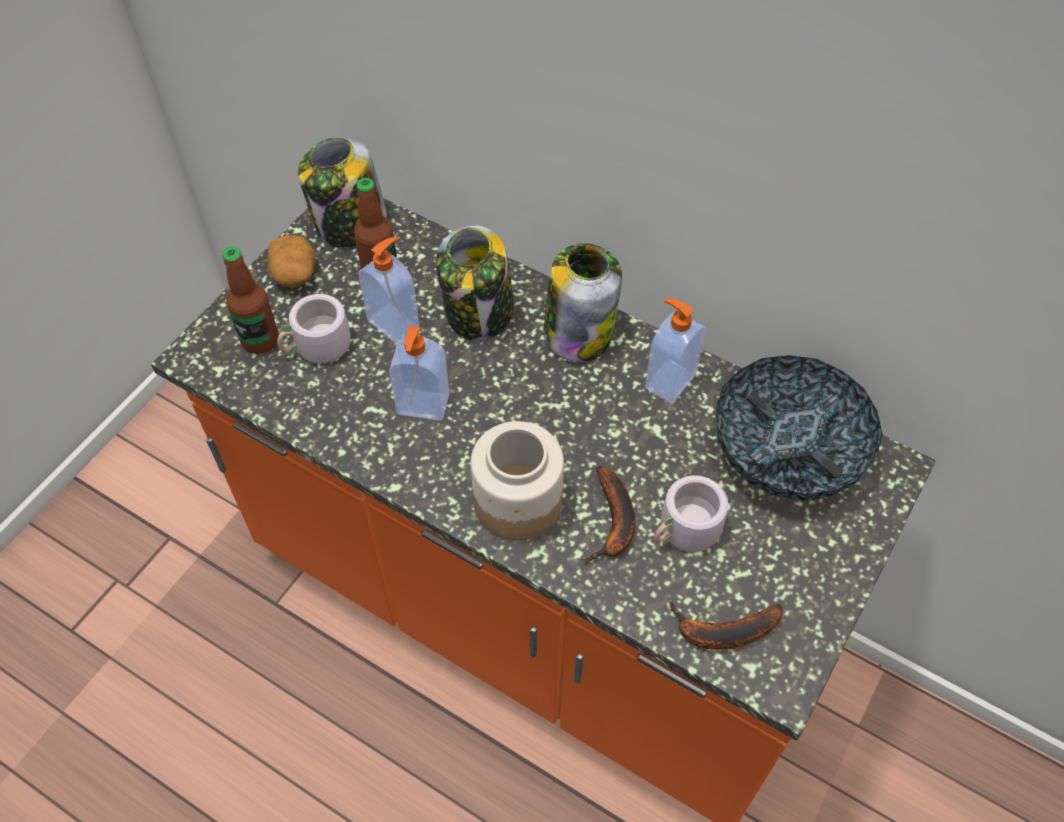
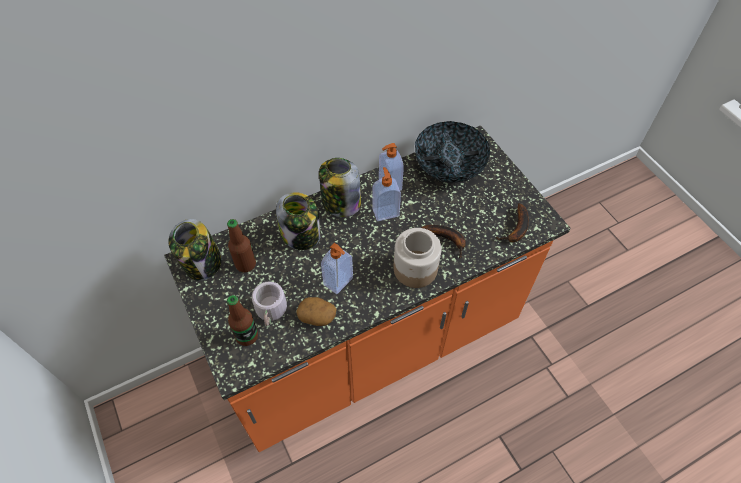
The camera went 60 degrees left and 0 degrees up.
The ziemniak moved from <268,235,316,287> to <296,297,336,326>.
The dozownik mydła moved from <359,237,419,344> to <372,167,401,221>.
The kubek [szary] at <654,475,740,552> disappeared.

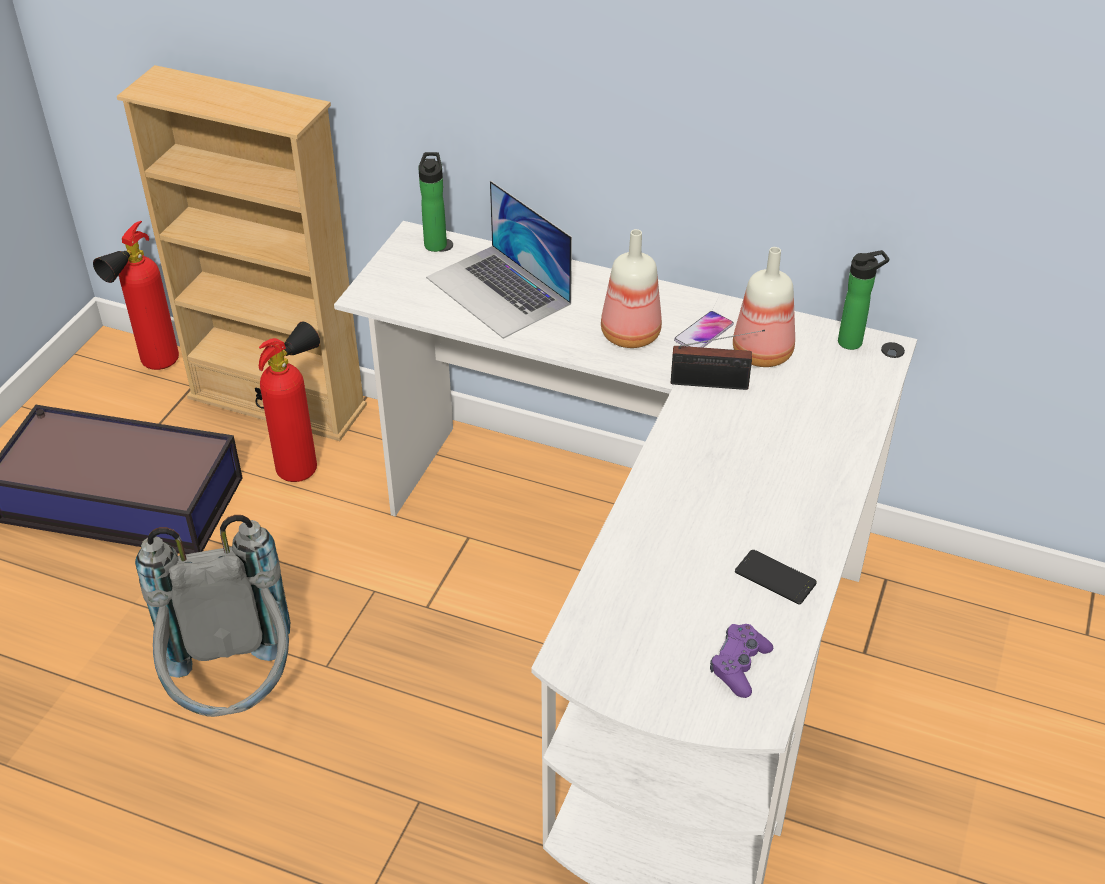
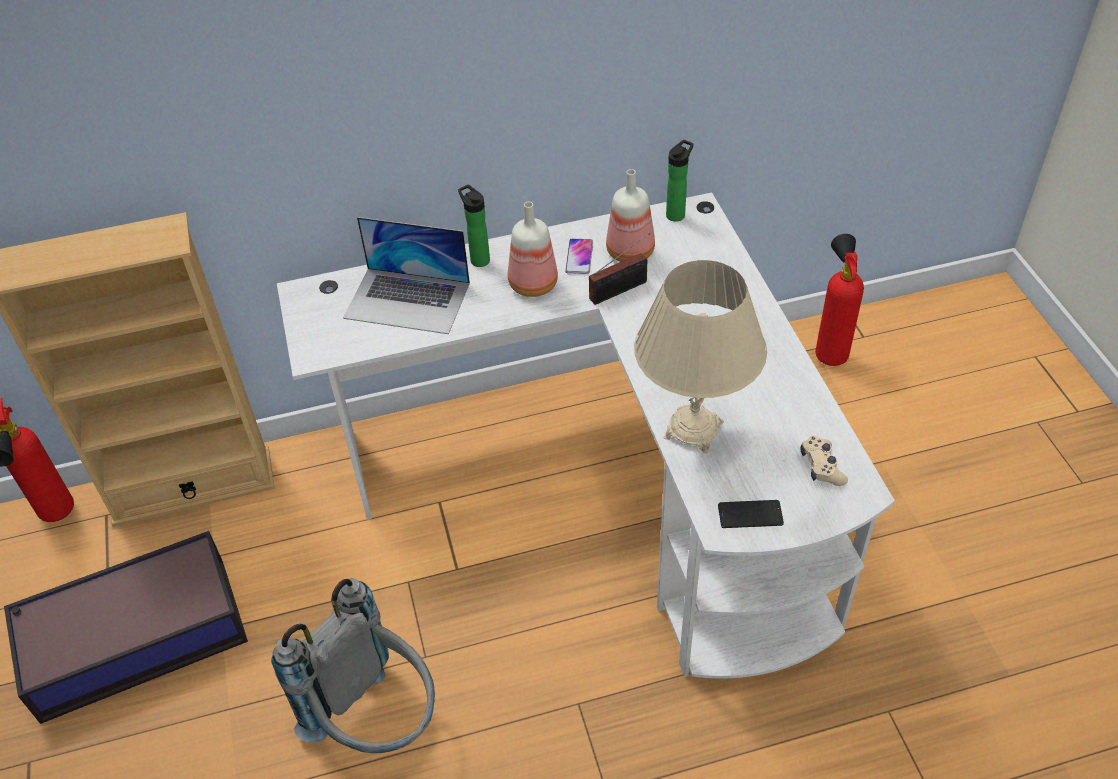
The camera went 35 degrees left and 5 degrees up.
The butelka moved from <418,152,447,252> to <458,185,490,267>.
The lampa stołowa [beżowy] at <634,260,767,453> appeared.
The telefon moved from <735,550,817,604> to <718,500,784,528>.
The pad do gier [fioletowy] at <710,624,773,698> became the pad do gier [beżowy] at <800,436,848,486>.
The gaśnica moved from <259,322,320,482> to <815,234,864,366>.

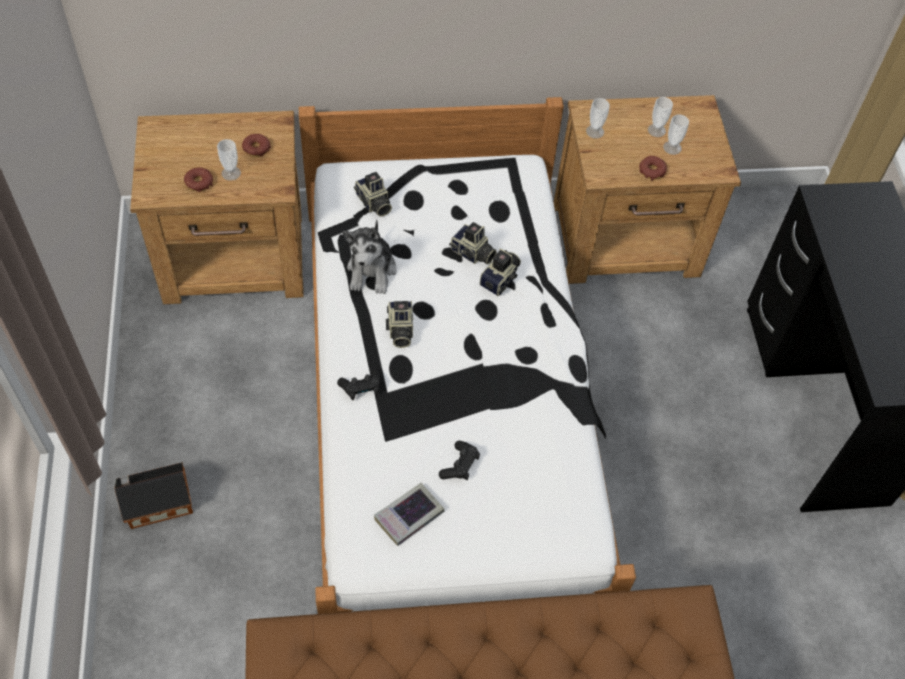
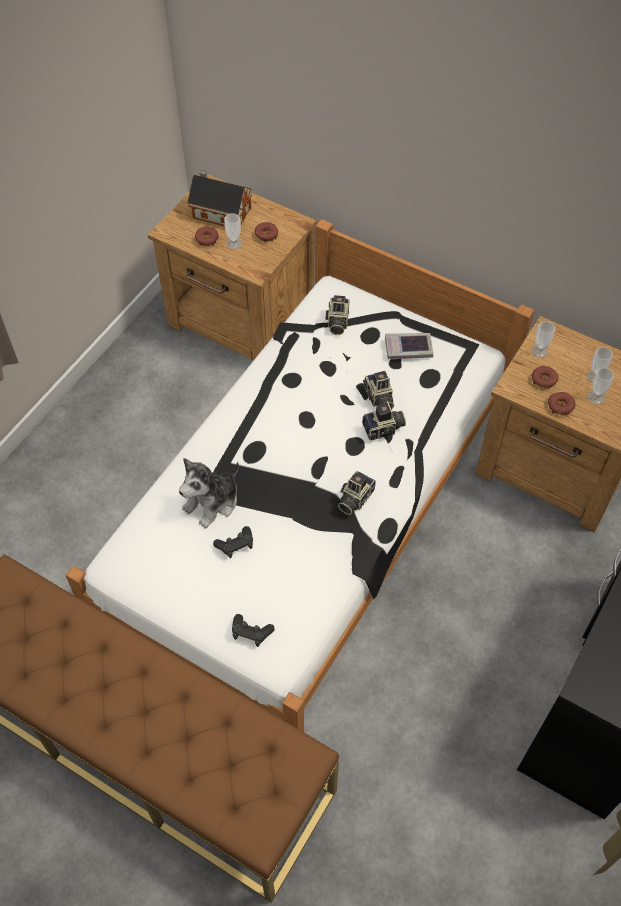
The camera went 40 degrees right and 0 degrees up.
The pluszak moved from <343,220,397,294> to <179,458,239,528>.
The domek moved from <115,462,193,529> to <187,169,252,226>.
The pad do gier [czarny] moved from <337,370,381,400> to <232,614,275,647>.
The aparat fotograficzny moved from <386,301,414,348> to <338,471,376,515>.
The książka moved from <374,483,444,546> to <385,333,433,359>.
The donut at <532,366,559,389> appeared.

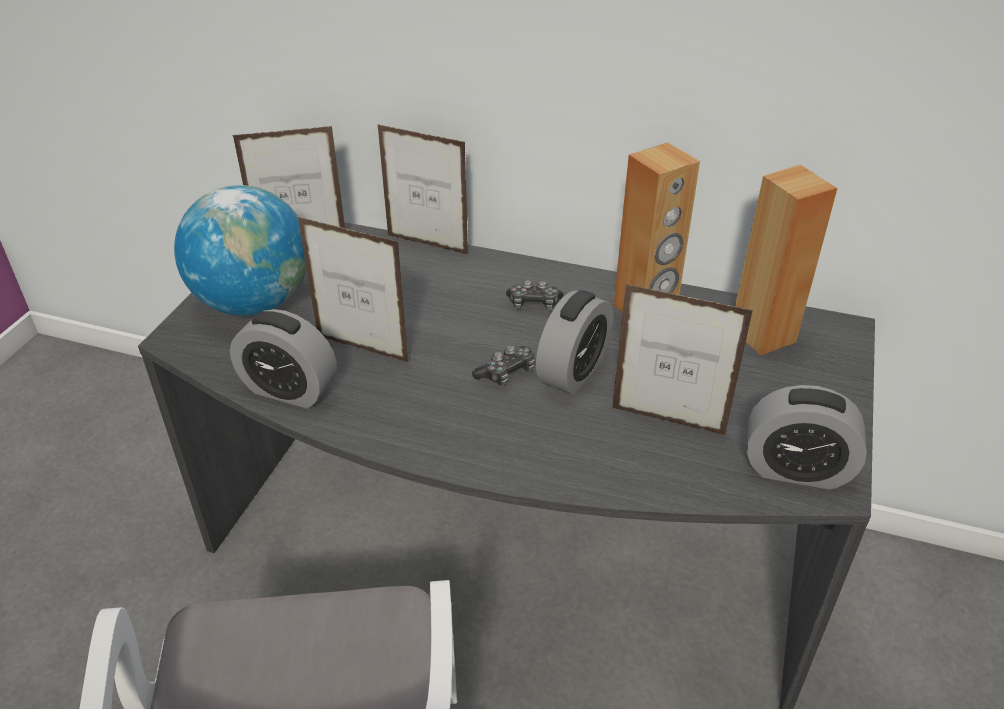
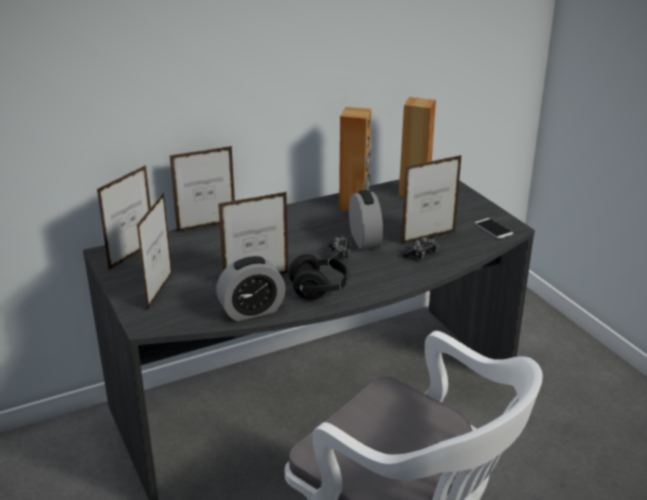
The camera went 45 degrees left and 10 degrees down.
The globus at <174,185,307,316> was replaced by the ramka na zdjęcie at <137,192,172,310>.
The słuchawki [czarny] at <289,254,349,300> appeared.
The pad do gier moved from <506,280,564,310> to <402,237,439,260>.
The budzik at <747,385,867,490> was replaced by the telefon at <475,218,513,239>.

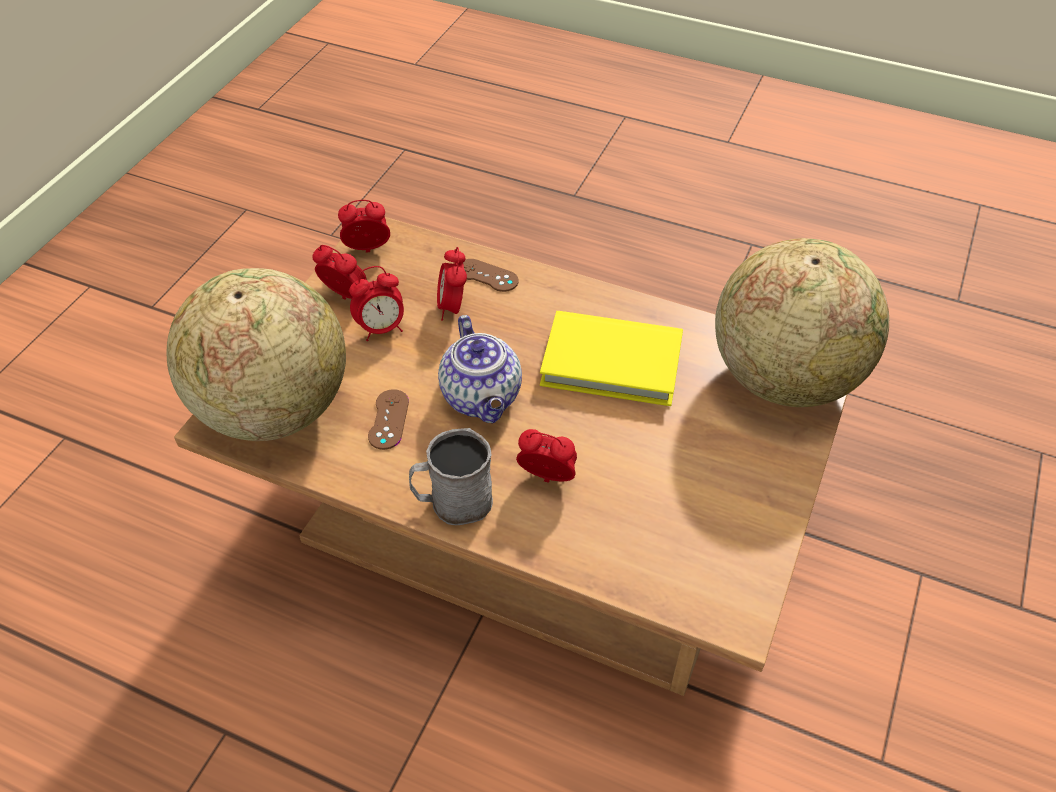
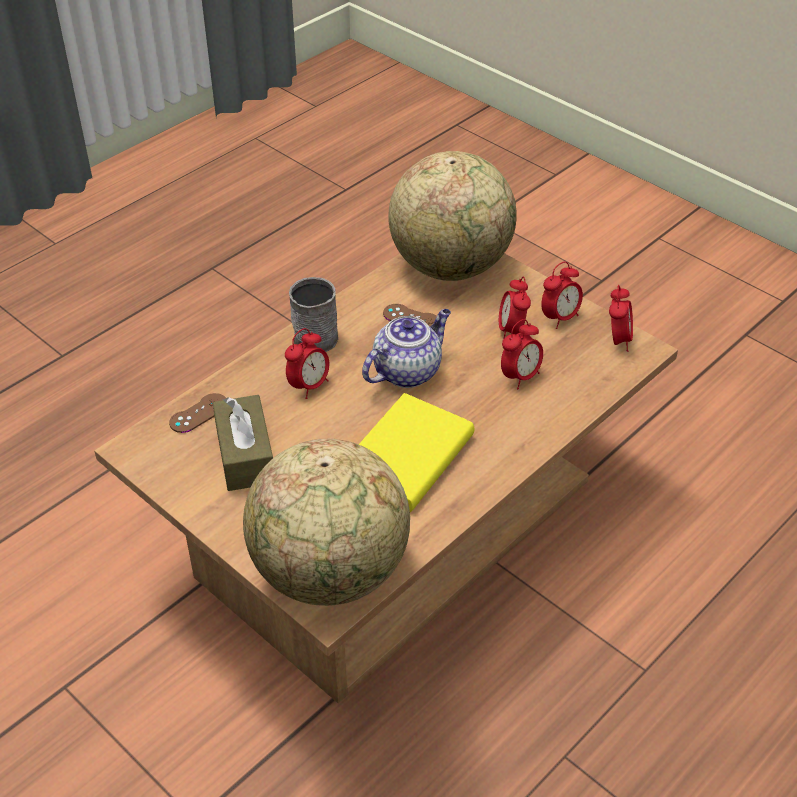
The camera went 110 degrees right and 5 degrees down.
The pad do gier [brązowy] moved from <463,259,519,292> to <169,393,226,433>.
The pudełko chusteczek [brązowy] at <213,395,273,491> appeared.
The imbryk at <438,315,522,423> turned 135 degrees clockwise.
The budzik at <437,247,467,321> turned 120 degrees clockwise.

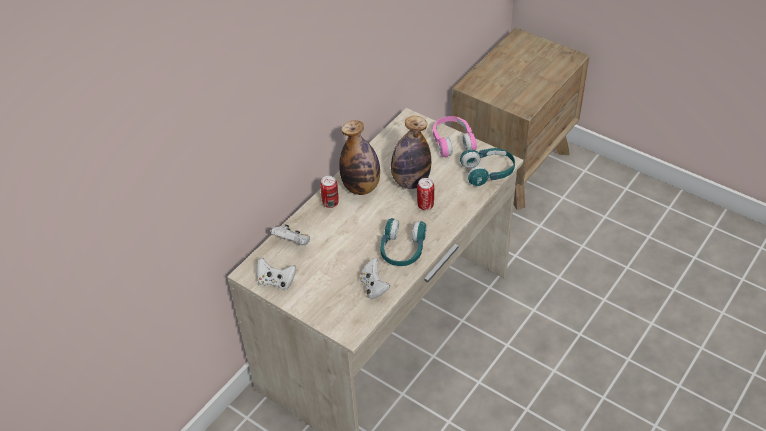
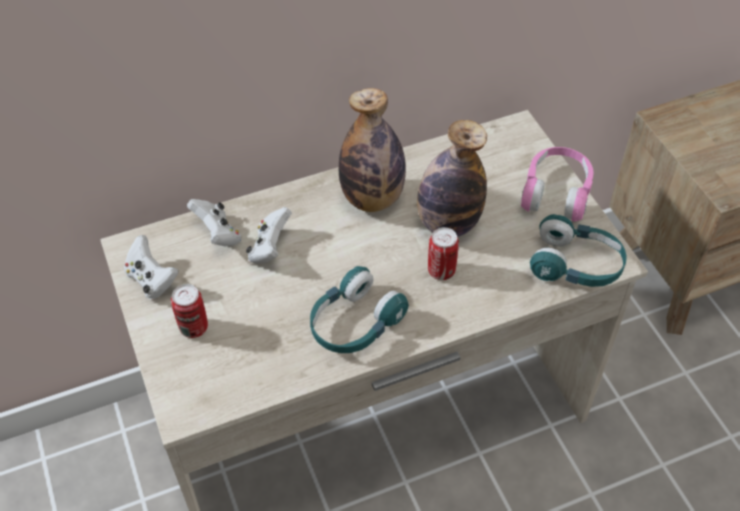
The camera went 30 degrees right and 5 degrees up.
The puszka moved from <320,176,339,208> to <171,284,208,338>.
The pad do gier [biały] moved from <359,258,390,299> to <246,207,292,264>.

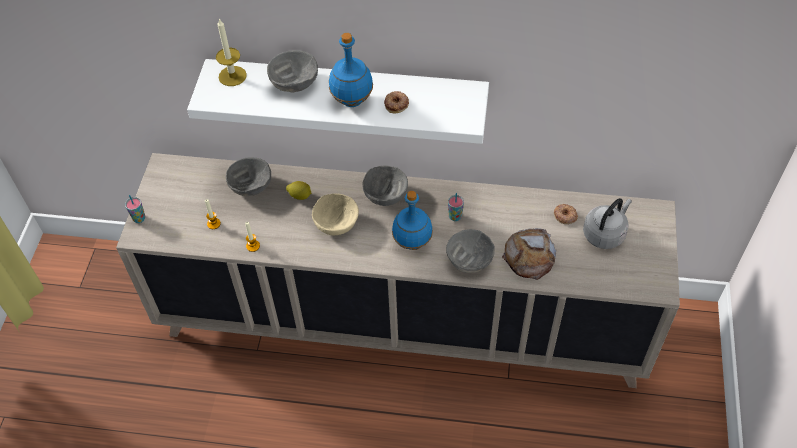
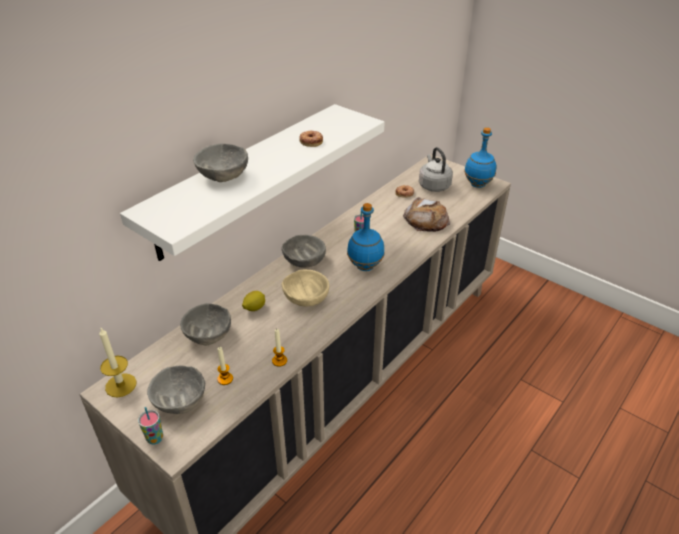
The camera went 60 degrees left and 15 degrees down.
The świeca moved from <216,19,247,86> to <99,328,136,397>.
The miska [szary] moved from <446,229,495,273> to <147,365,205,414>.
The butelka [niebieski] moved from <329,33,373,107> to <464,127,496,188>.

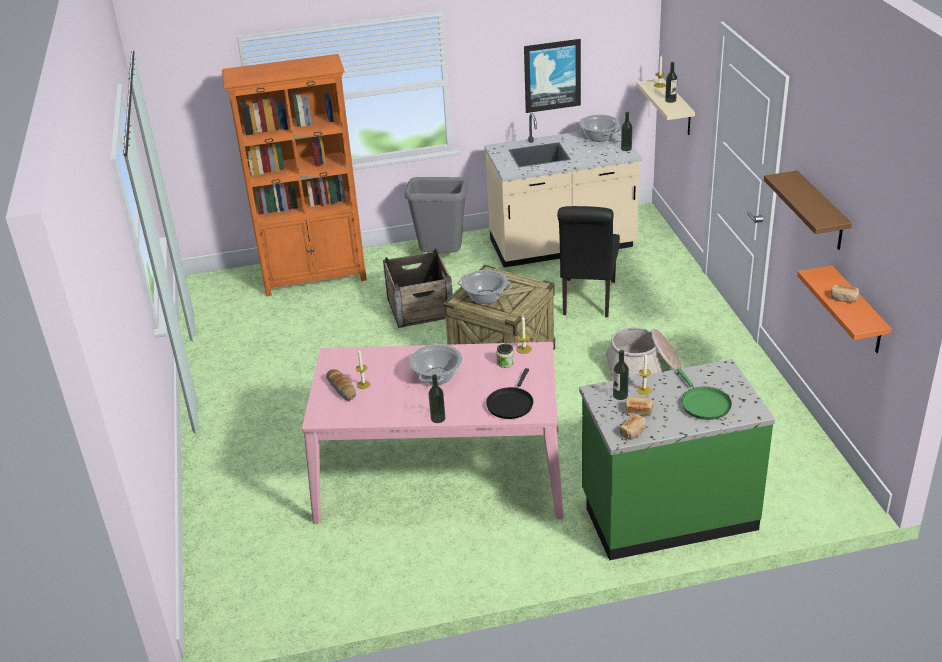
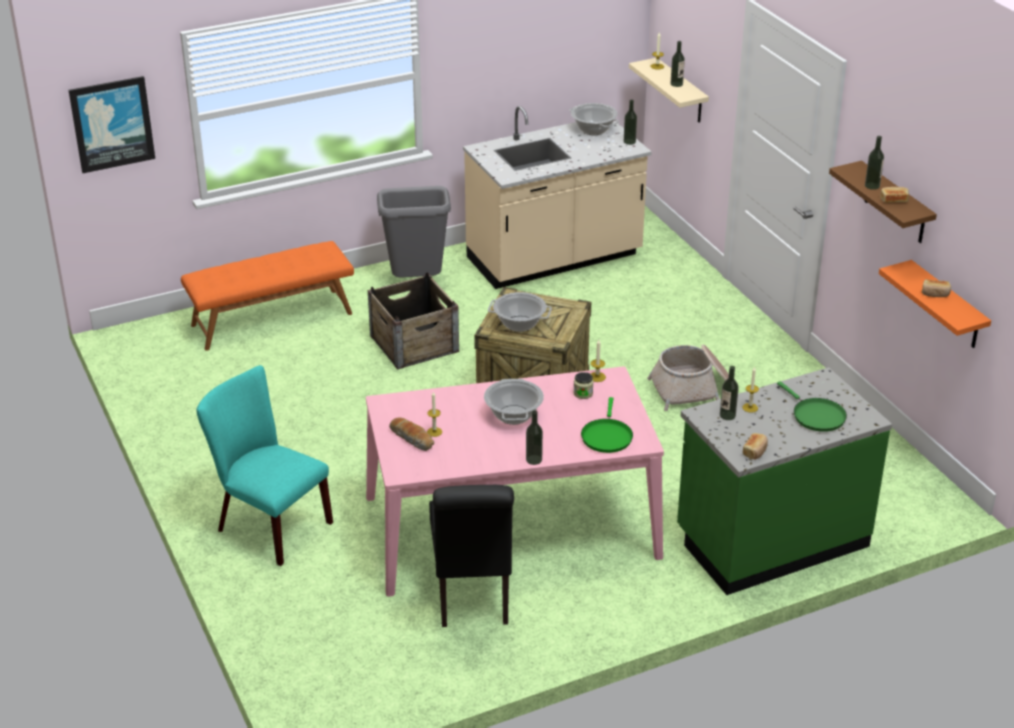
The camera went 15 degrees left and 0 degrees up.
The obraz moved from <524,39,581,113> to <69,76,155,173>.
The regał [pomarańczowy] at <222,54,367,296> was replaced by the ławka [pomarańczowy] at <181,241,354,351>.
The krzesło [turkusowy] at <196,365,333,566> appeared.
The krzesło [czarny] moved from <557,206,620,317> to <429,485,514,627>.
The patelnia [czarny] at <486,368,533,419> became the patelnia [zielony] at <581,397,633,453>.
The butelka at <865,136,884,190> appeared.
The chleb moved from <625,397,654,415> to <880,187,909,203>.

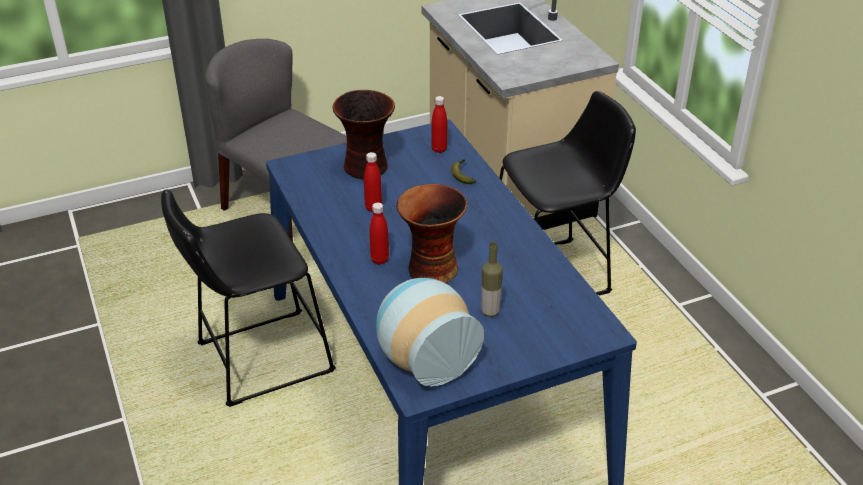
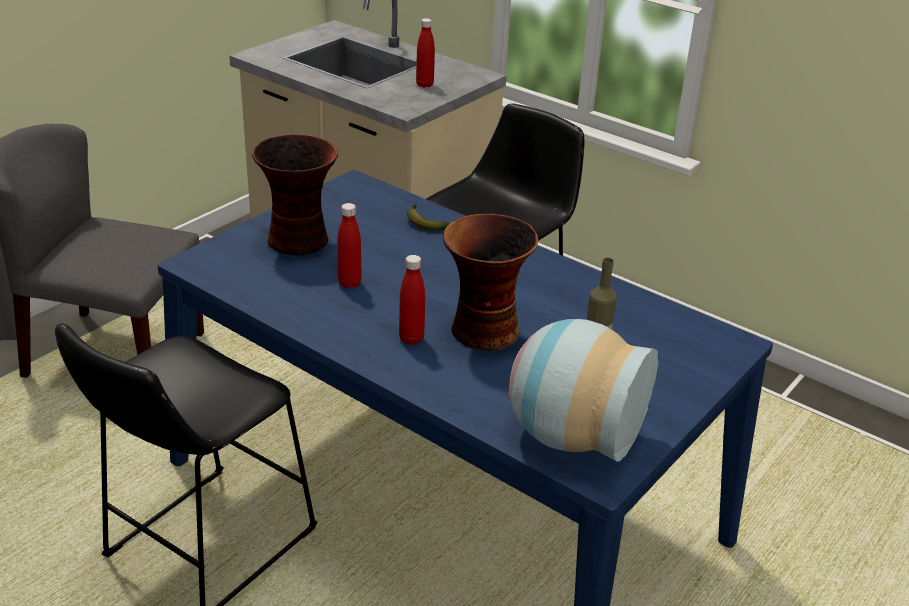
The camera went 30 degrees left and 5 degrees down.
The butelka [czerwony] moved from <431,96,448,153> to <416,18,435,88>.

